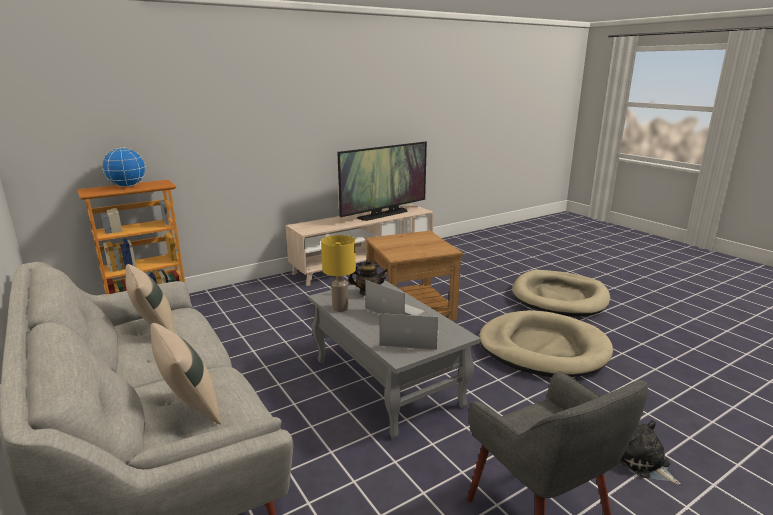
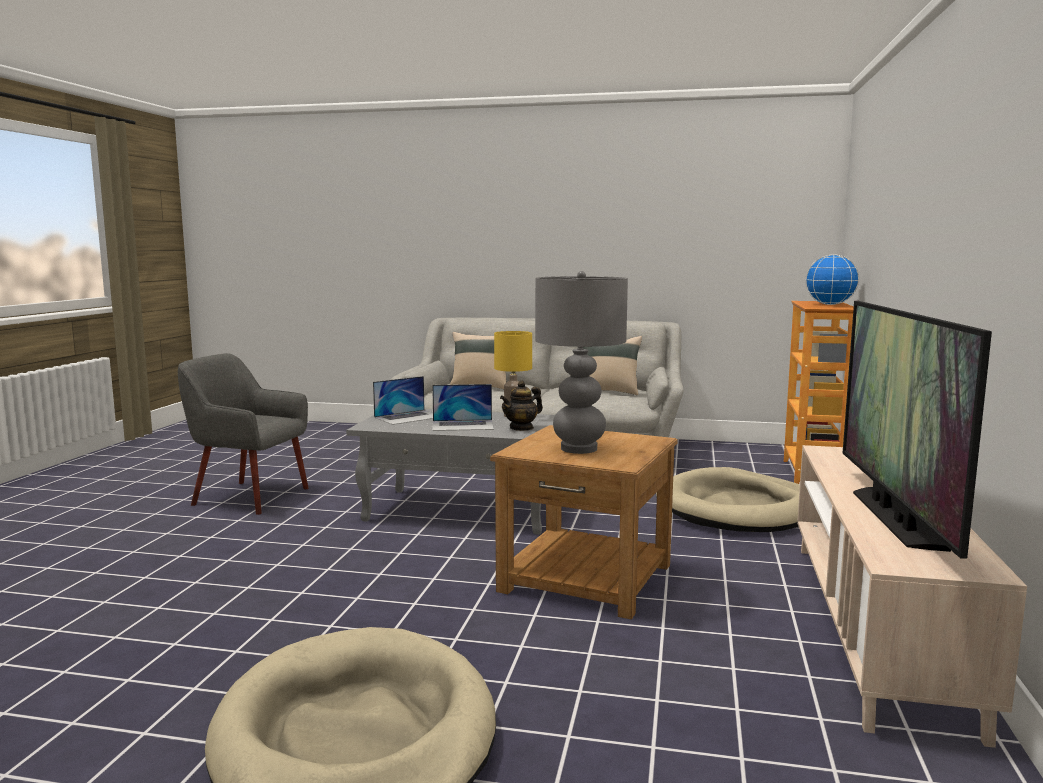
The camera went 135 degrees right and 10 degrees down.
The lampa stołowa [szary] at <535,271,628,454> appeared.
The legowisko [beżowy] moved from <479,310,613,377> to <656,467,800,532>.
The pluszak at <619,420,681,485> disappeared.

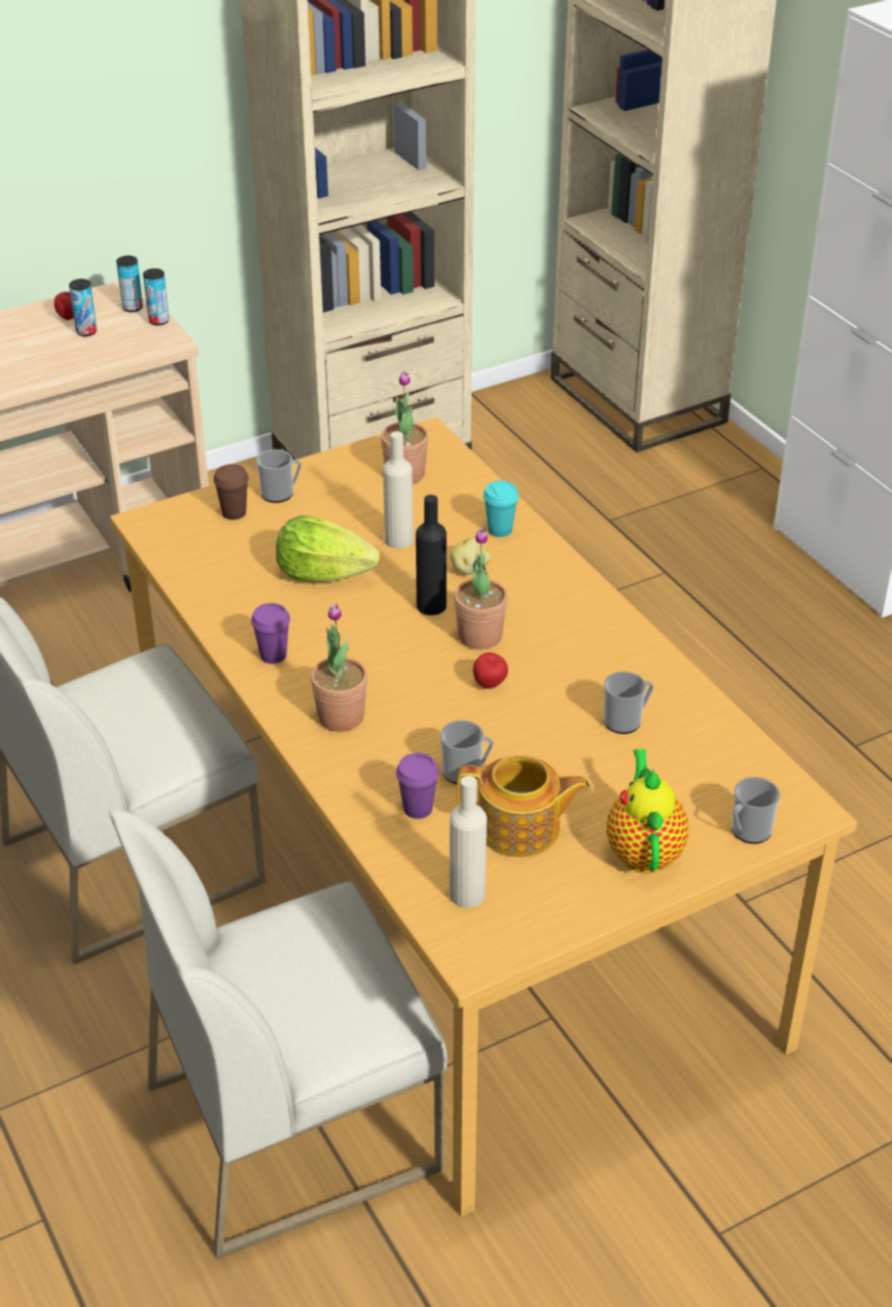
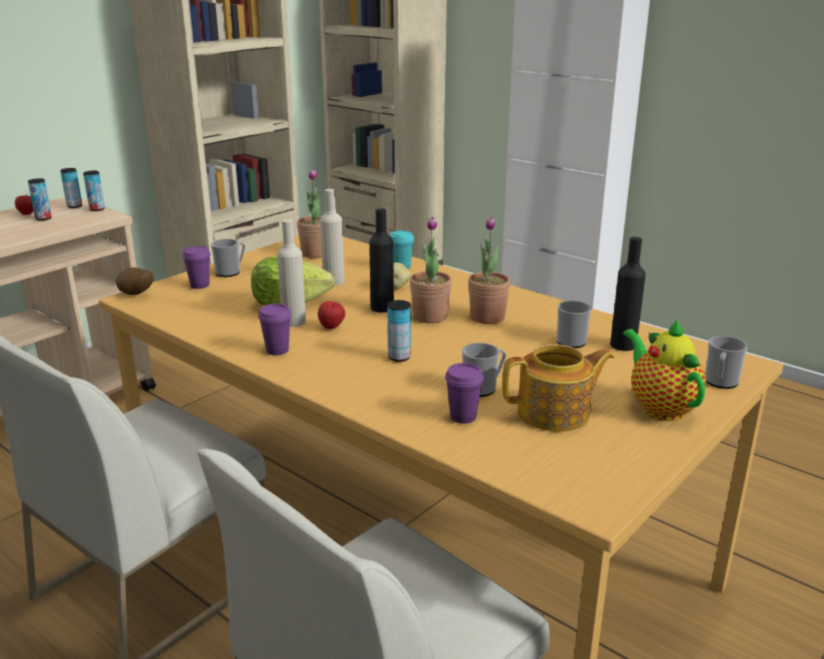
The camera went 20 degrees left and 15 degrees down.
The ziemniak at <116,267,154,295> appeared.
The filiżanka [brązowy] at <213,464,249,520> became the filiżanka [fioletowy] at <182,246,211,289>.
The butelka [beżowy] moved from <450,776,487,908> to <277,219,306,327>.
The jabłko moved from <473,653,508,689> to <318,301,345,329>.
The puszka at <387,300,411,362> appeared.
The roślina doniczkowa moved from <311,603,368,732> to <468,216,510,324>.
The butelka [czarny] at <610,237,646,351> appeared.

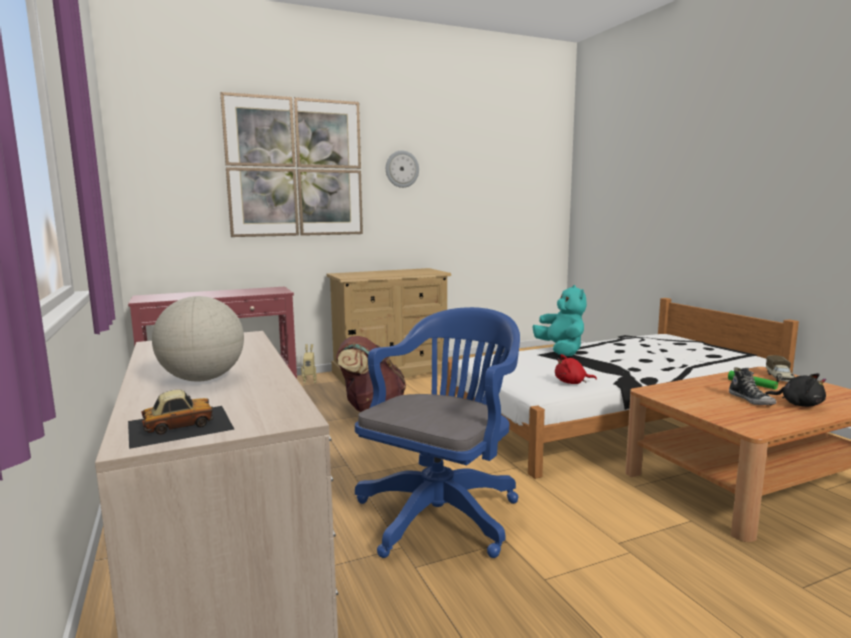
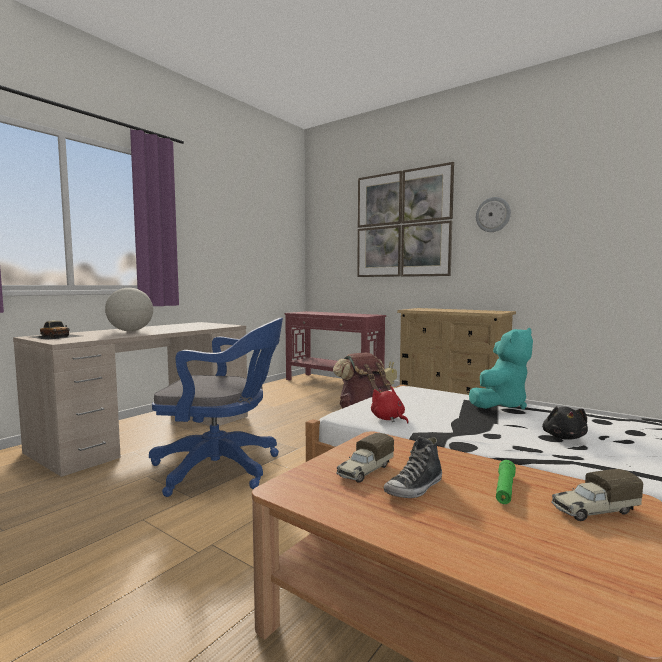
The camera went 60 degrees right and 5 degrees down.
The ciężarówka zabawkowa at <336,433,394,483> appeared.
The pluszak [czarny] moved from <765,373,826,407> to <542,406,588,440>.

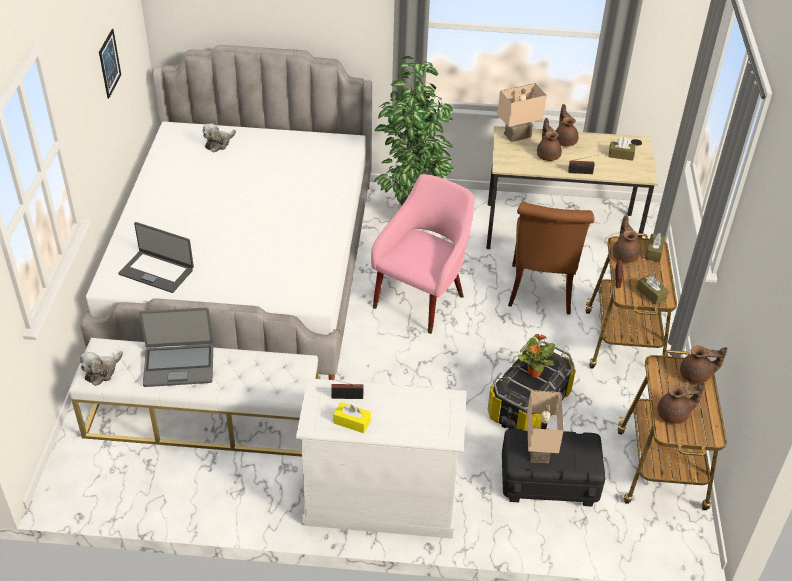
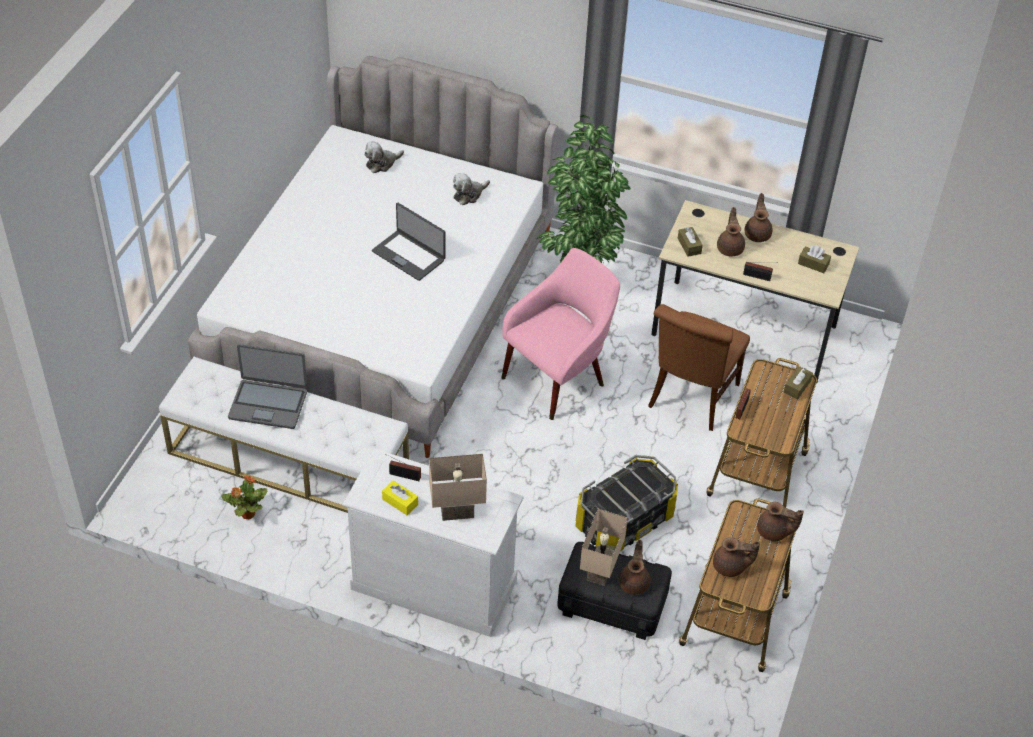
The camera went 15 degrees right and 5 degrees up.
The roślina doniczkowa moved from <518,334,555,377> to <221,475,267,519>.
The laptop moved from <118,222,194,293> to <372,203,446,281>.
The lampa stołowa [beżowy] moved from <498,83,547,142> to <429,454,487,521>.
The pluszak moved from <80,351,123,386> to <453,173,490,205>.
The imbryk [brązowy] moved from <612,215,640,263> to <619,539,650,595>.
The pudełko chusteczek [brązowy] moved from <636,275,669,305> to <678,227,703,257>.
The obraz at <99,29,121,99> disappeared.

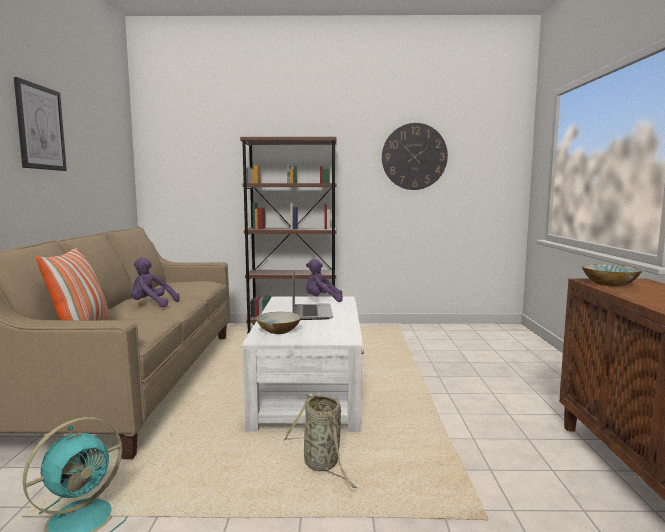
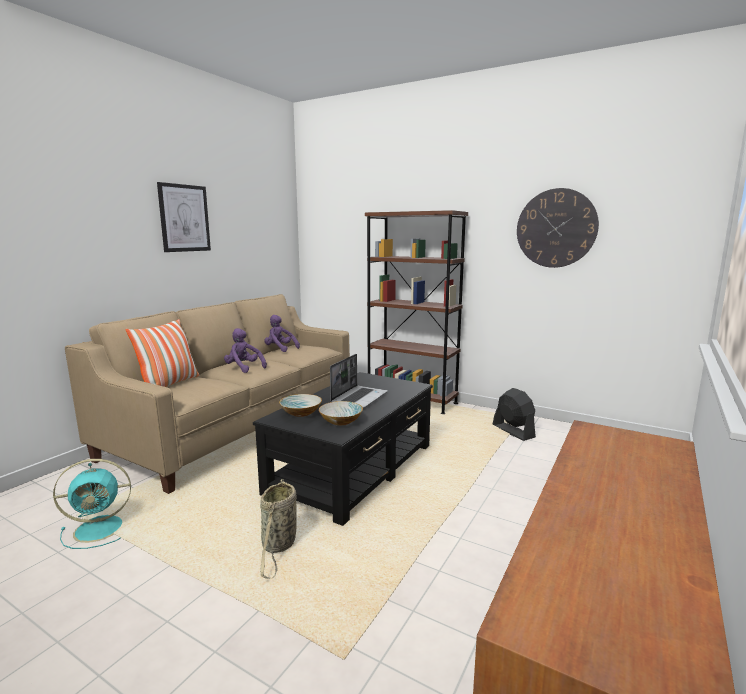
The camera went 30 degrees right and 5 degrees up.
The ława [biały] at <241,296,364,432> became the ława [czarny] at <253,372,433,526>.
The pluszak [fioletowy] moved from <306,259,343,302> to <264,315,300,352>.
The miska moved from <582,264,643,287> to <319,401,363,426>.
The wentylator [czarny] at <493,388,536,441> appeared.

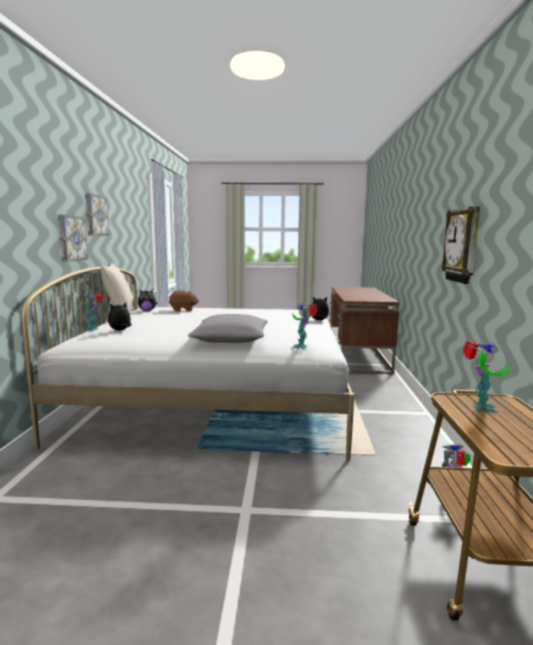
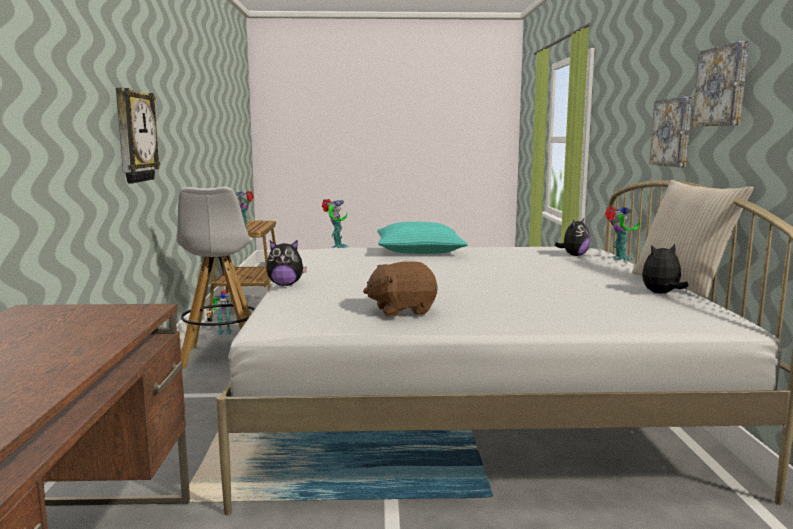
The camera went 175 degrees right and 0 degrees up.
The stołek [biały] at <176,187,255,369> appeared.
The pluszak [brązowy] moved from <169,290,199,312> to <363,261,437,317>.
The poduszka [szary] at <188,314,268,343> became the poduszka [turkusowy] at <377,222,468,254>.

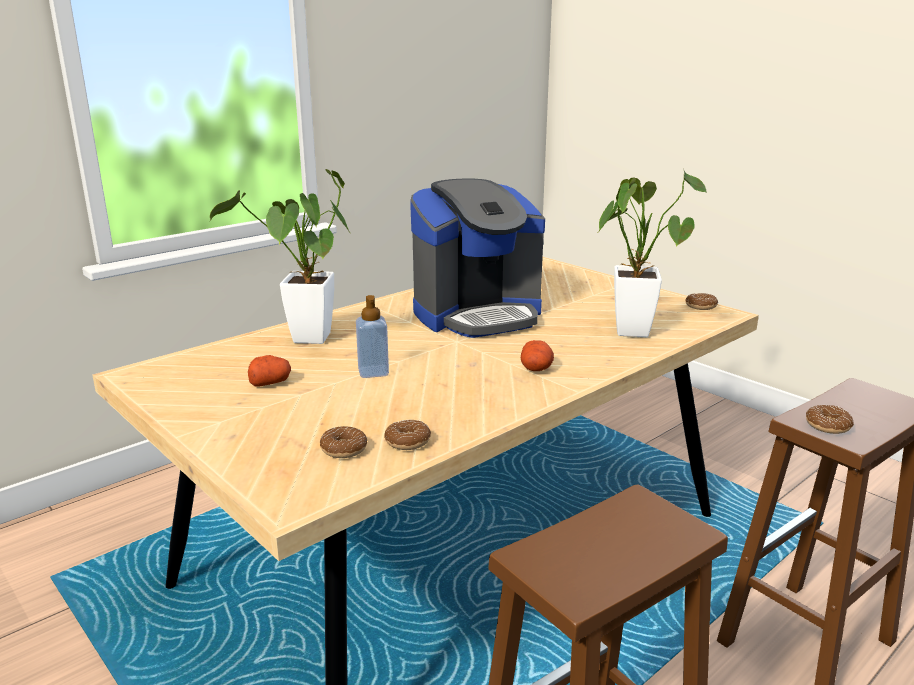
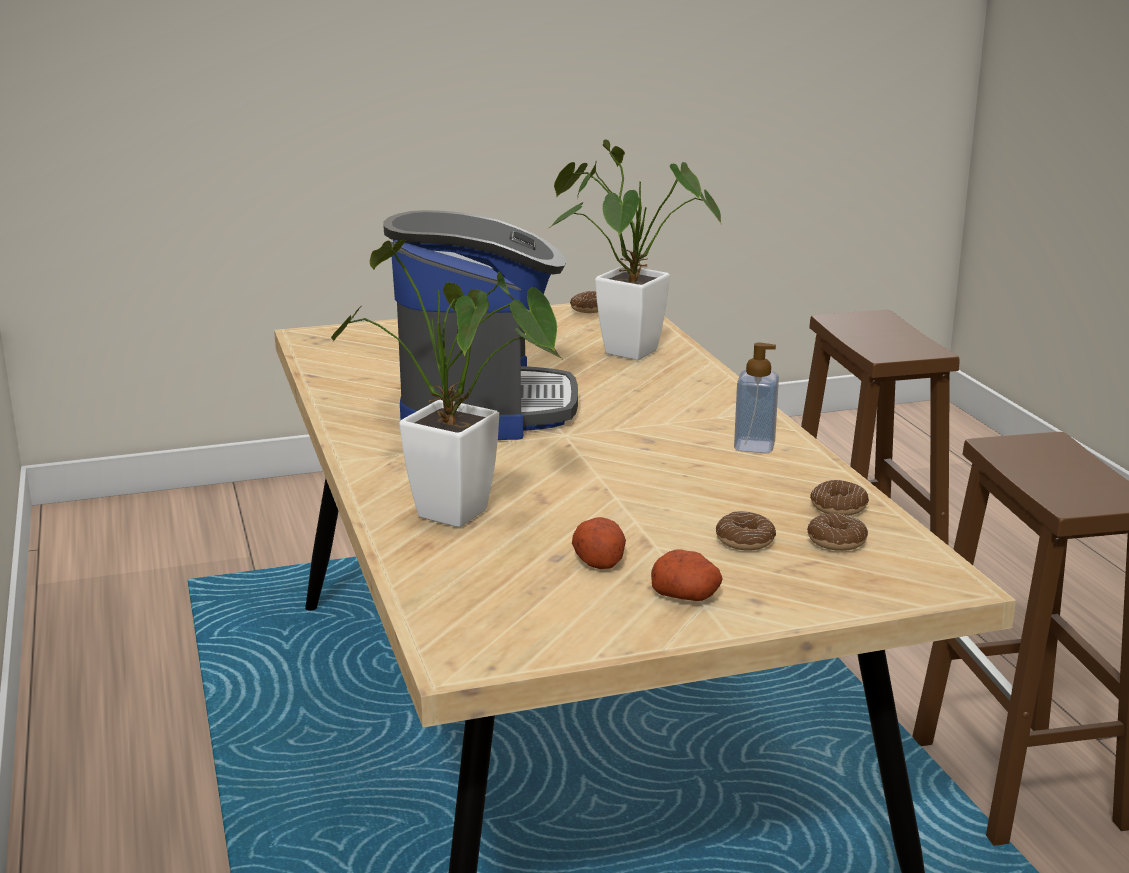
The camera went 65 degrees left and 0 degrees up.
The ziemniak moved from <521,340,554,371> to <651,549,723,601>.
The donut moved from <806,405,854,434> to <716,511,776,551>.
The dozownik mydła moved from <356,295,389,378> to <734,343,779,453>.

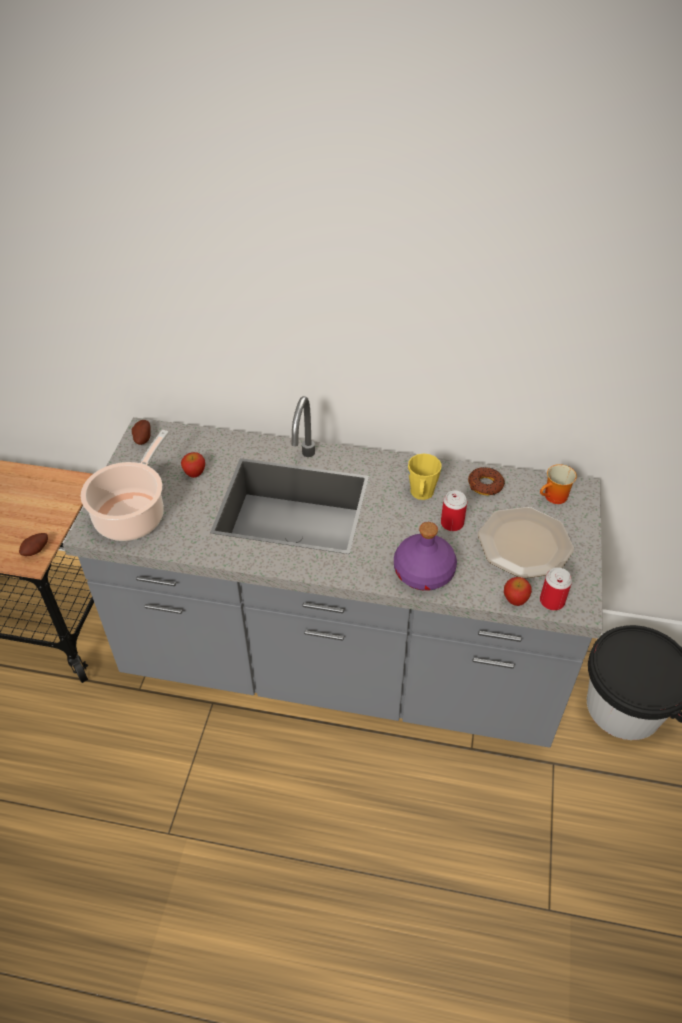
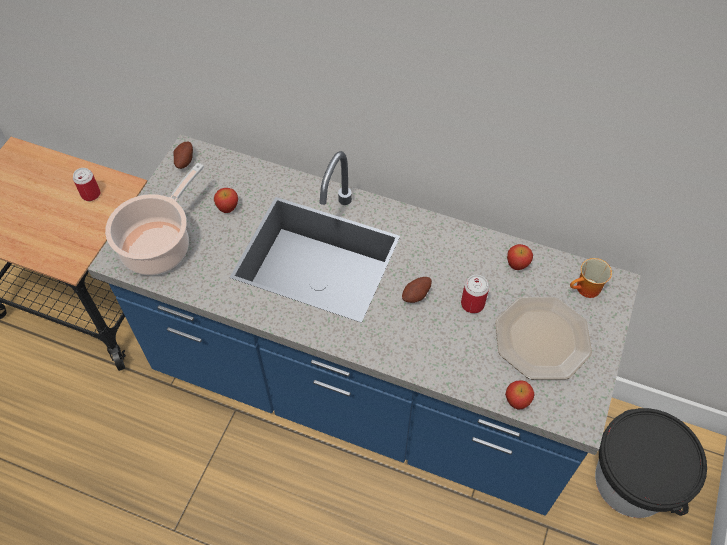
The camera went 10 degrees right and 10 degrees up.
The puszka moved from <540,567,572,611> to <73,168,100,201>.
The zabudowa kuchenna [szary] at <63,396,603,748> became the zabudowa kuchenna [niebieski] at <88,135,641,516>.
The ziemniak moved from <19,533,48,556> to <402,277,432,303>.
The donut at <468,467,505,495> was replaced by the jabłko at <507,244,533,270>.
The butelka [fioletowy] at <394,522,457,591> disappeared.
The kubek [żółty] at <408,453,442,500> disappeared.

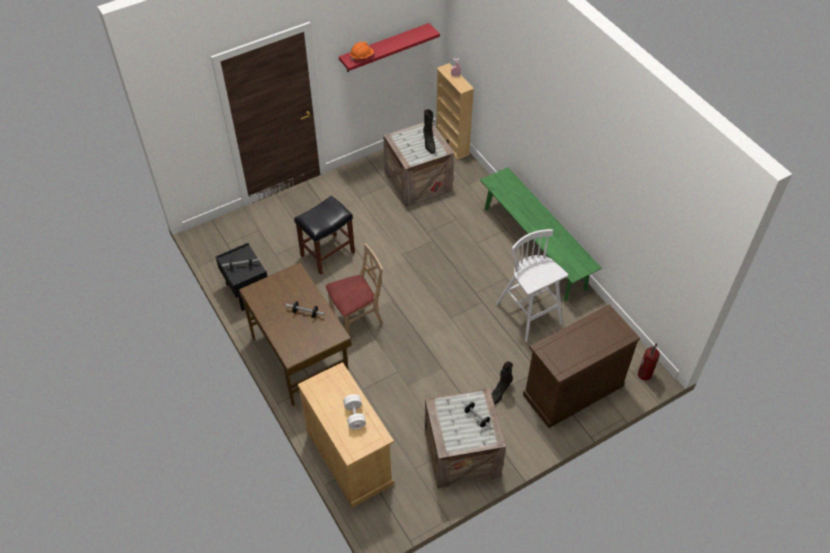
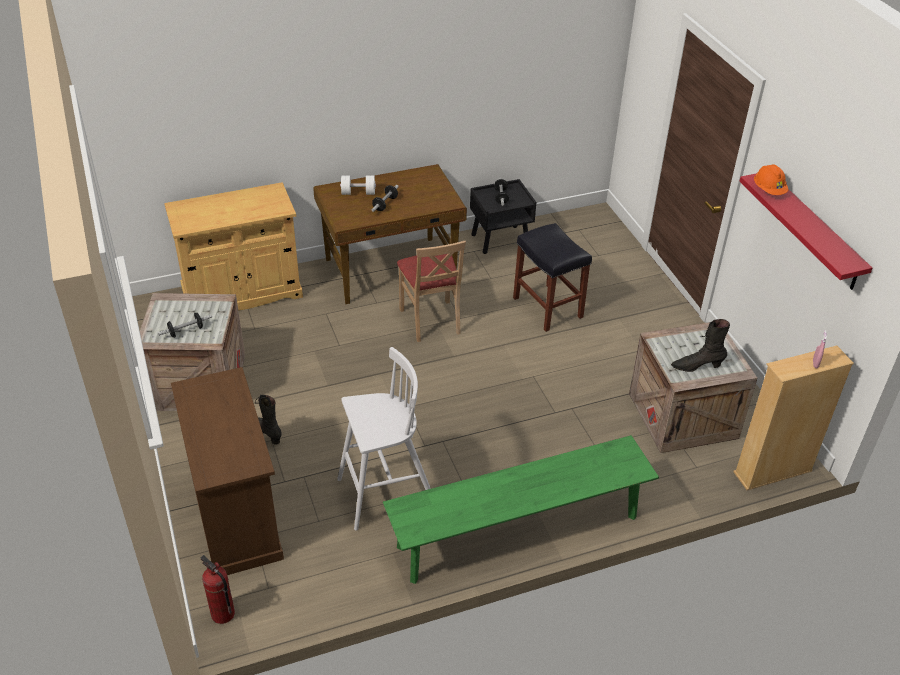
The camera went 100 degrees right and 10 degrees down.
The hantel [biały] moved from <343,394,366,429> to <340,176,376,195>.

